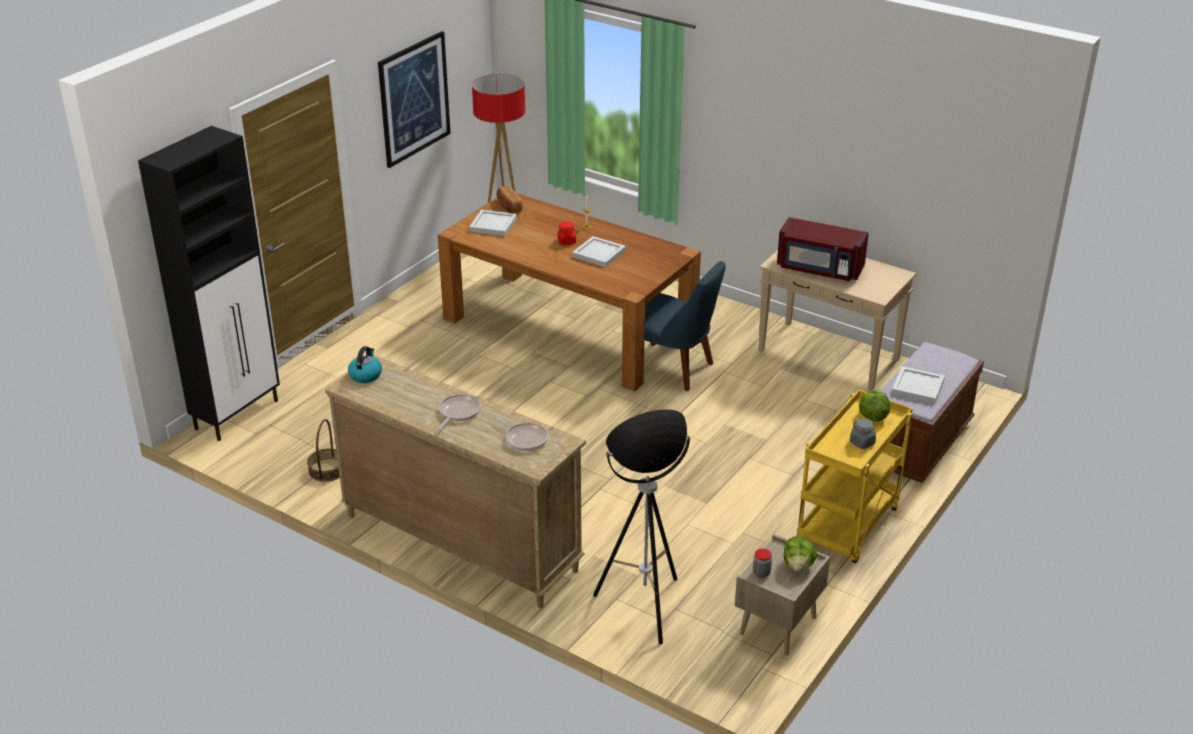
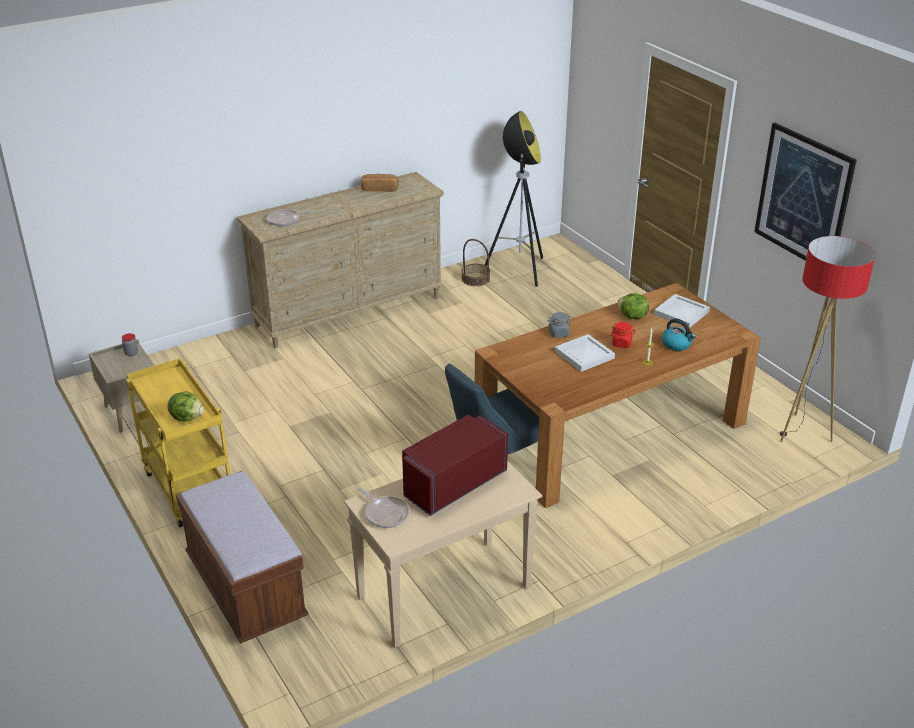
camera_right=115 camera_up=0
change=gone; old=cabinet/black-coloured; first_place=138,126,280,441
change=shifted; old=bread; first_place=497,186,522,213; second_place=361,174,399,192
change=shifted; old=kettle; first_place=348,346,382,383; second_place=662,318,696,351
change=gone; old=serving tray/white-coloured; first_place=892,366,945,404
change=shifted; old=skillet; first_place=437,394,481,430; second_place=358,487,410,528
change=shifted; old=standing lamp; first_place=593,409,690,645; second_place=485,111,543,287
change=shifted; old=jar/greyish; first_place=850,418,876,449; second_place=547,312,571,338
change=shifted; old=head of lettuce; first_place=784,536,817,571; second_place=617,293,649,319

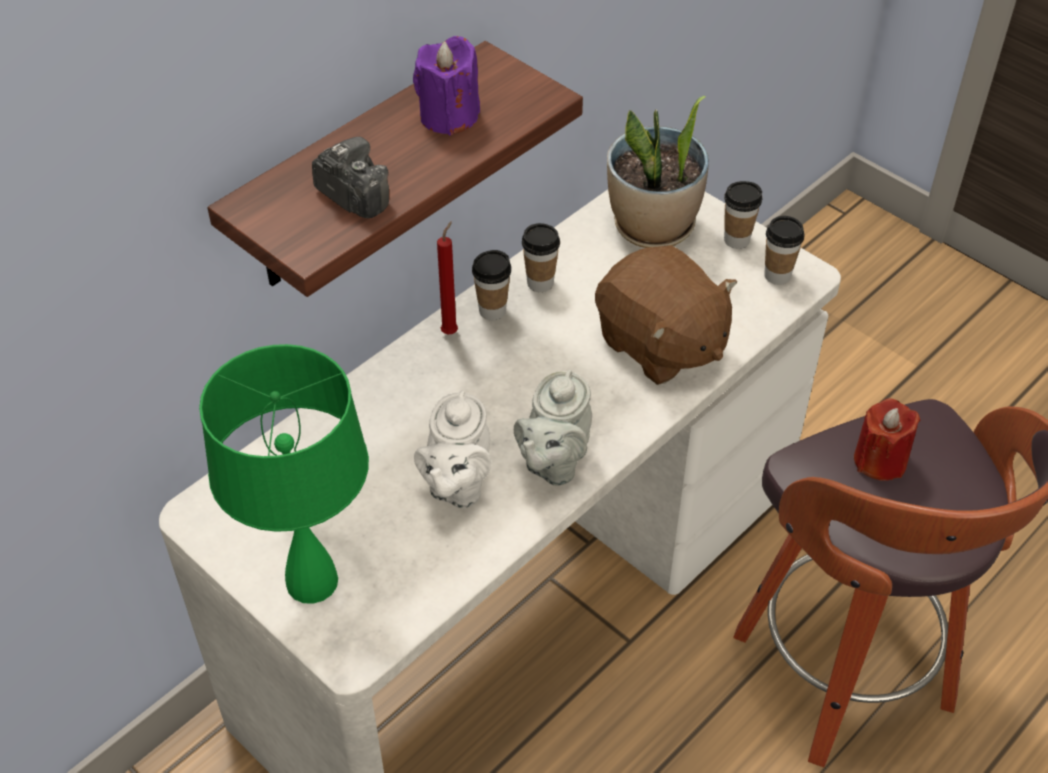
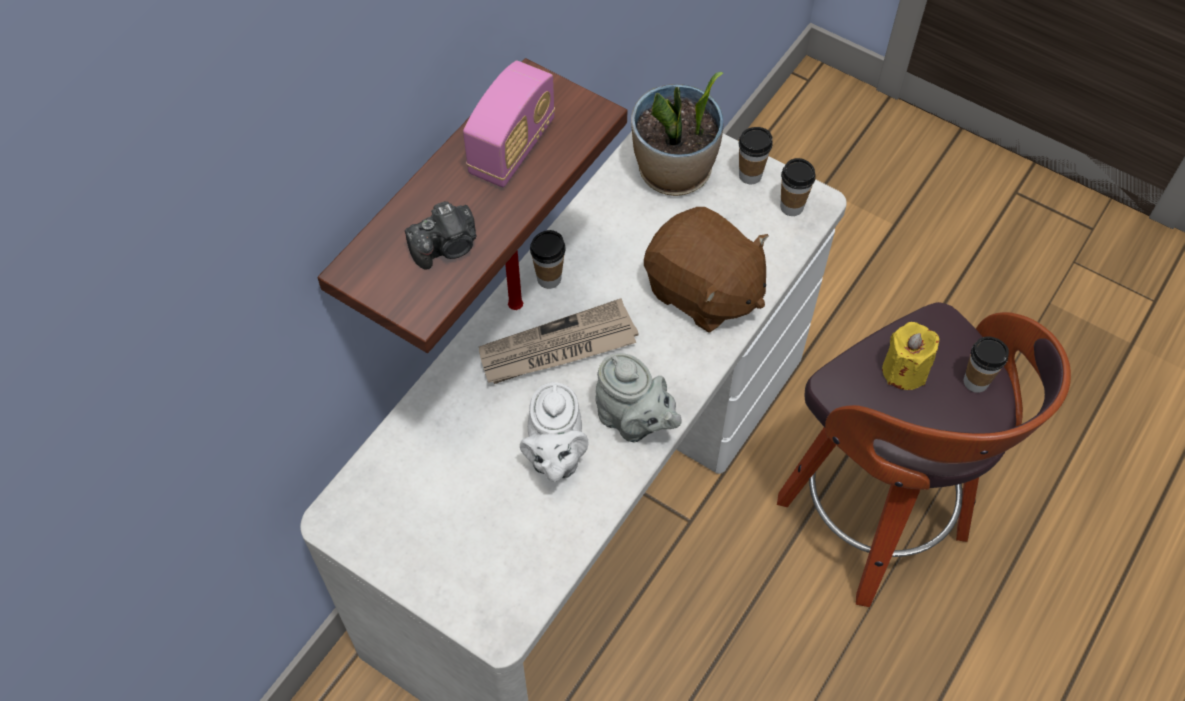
camera_right=-10 camera_up=10
change=swapped; old=wax light/purple-coloured; new=radio; first_place=413,36,480,135; second_place=463,61,555,187
change=rotated; old=still camera; first_place=312,137,389,218; second_place=405,201,477,270; degrees=120
change=shifted; old=cup; first_place=522,223,560,292; second_place=964,336,1009,393
change=gone; old=tabletop lamp/green-coloured; first_place=199,344,369,604
change=rotated; old=pot for tea/greyish; first_place=514,370,592,486; second_place=595,353,682,442; degrees=-60
change=repainted; old=wax light/reddish; new=wax light/yellow; first_place=854,398,920,481; second_place=882,322,939,390
change=new; new=newspaper; second_place=479,298,639,384

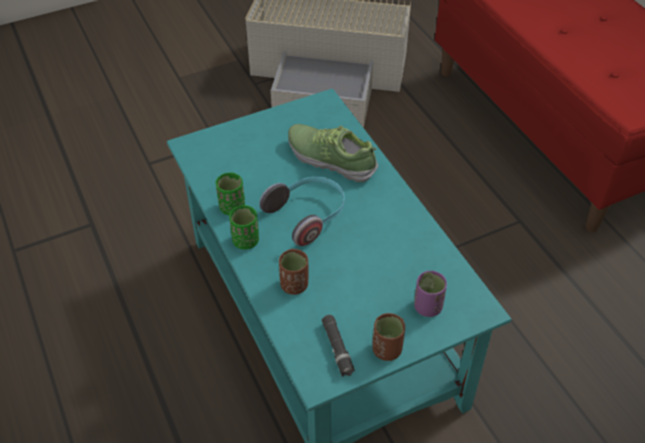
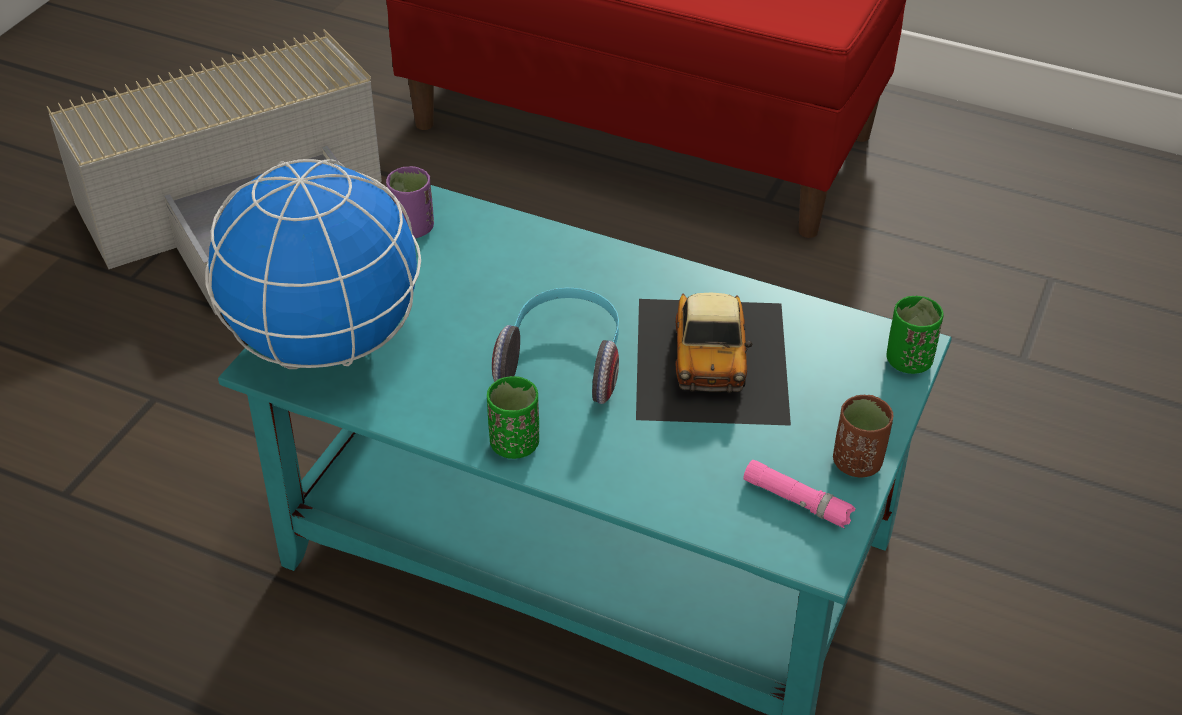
camera_right=-40 camera_up=-5
change=gone; old=shoe; first_place=288,124,378,182
change=shifted; old=cup/green-coloured; first_place=216,172,245,215; second_place=886,296,944,374
change=gone; old=cup/brown; first_place=279,249,308,295
change=shifted; old=cup/purple-coloured; first_place=414,271,447,317; second_place=386,166,434,238
change=repainted; old=flashlight/black-coloured; new=flashlight/pink; first_place=322,315,355,377; second_place=743,460,855,529
change=new; new=desk globe; second_place=205,159,421,369
change=new; new=model car; second_place=636,292,791,426

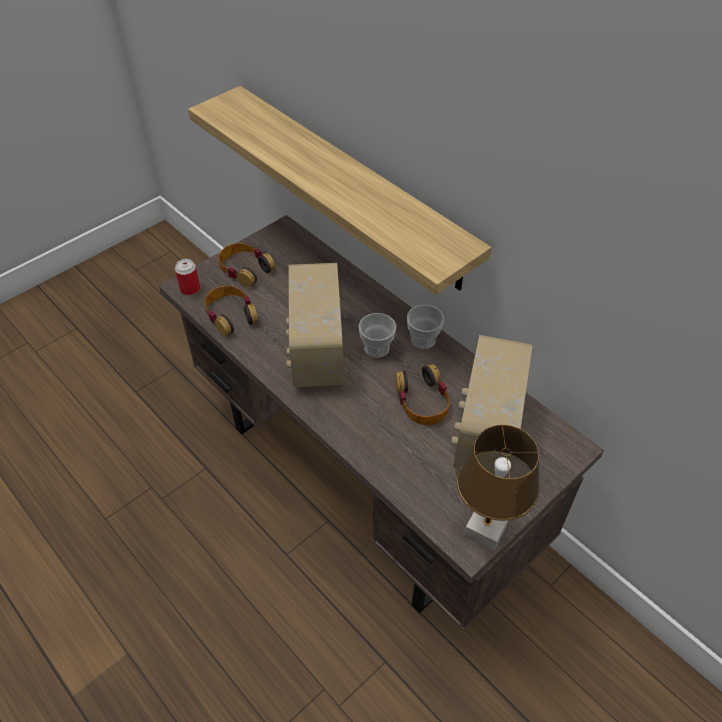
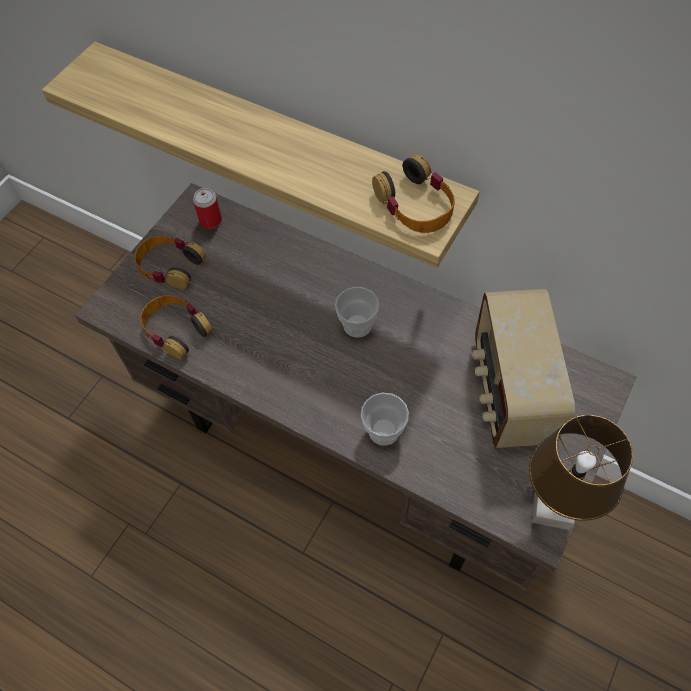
camera_right=-15 camera_up=10
change=shifted; old=metal can; first_place=175,259,200,295; second_place=193,188,222,228
change=gone; old=radio; first_place=286,263,344,387
change=shifted; old=cup; first_place=407,305,444,349; second_place=361,393,409,446
change=shifted; old=headphones; first_place=395,364,450,425; second_place=372,154,455,233

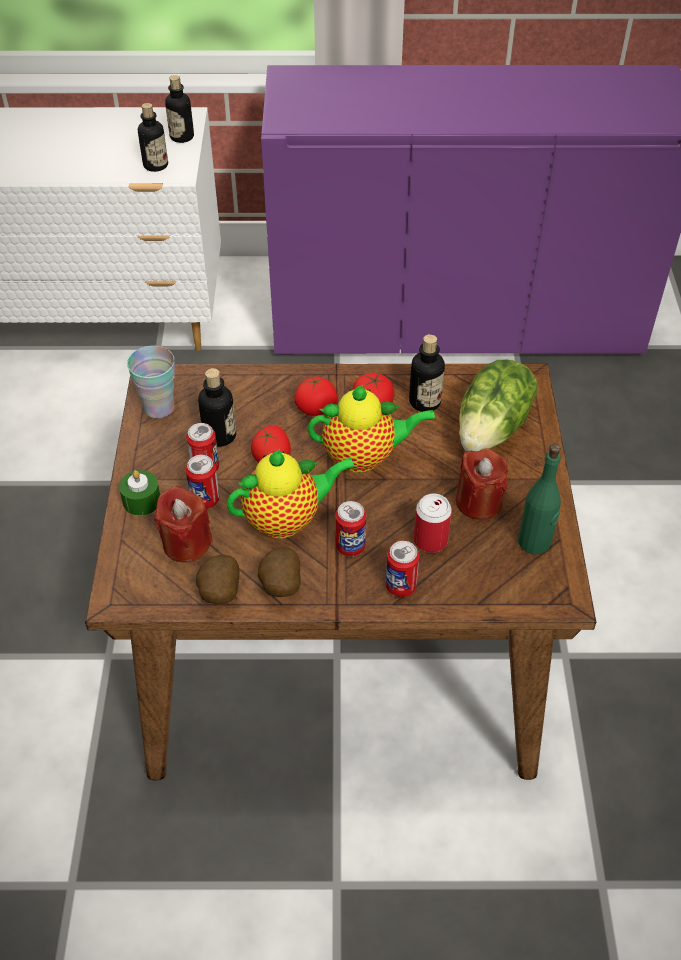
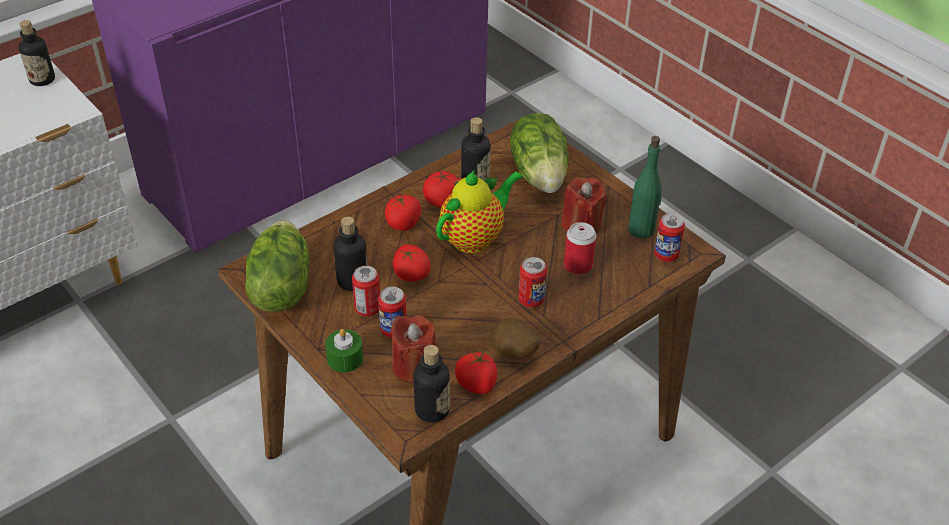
camera_right=-40 camera_up=-5
change=shifted; old=beverage bottle; first_place=138,103,168,172; second_place=413,345,450,423
change=swapped; old=cup; new=head of lettuce; first_place=127,346,175,418; second_place=245,220,310,312
change=gone; old=pot for tea; first_place=227,449,355,538
change=shifted; old=metal can; first_place=386,541,419,597; second_place=654,213,685,262
change=swapped; old=whole potato; new=fresh tomato; first_place=196,554,239,604; second_place=455,350,497,394

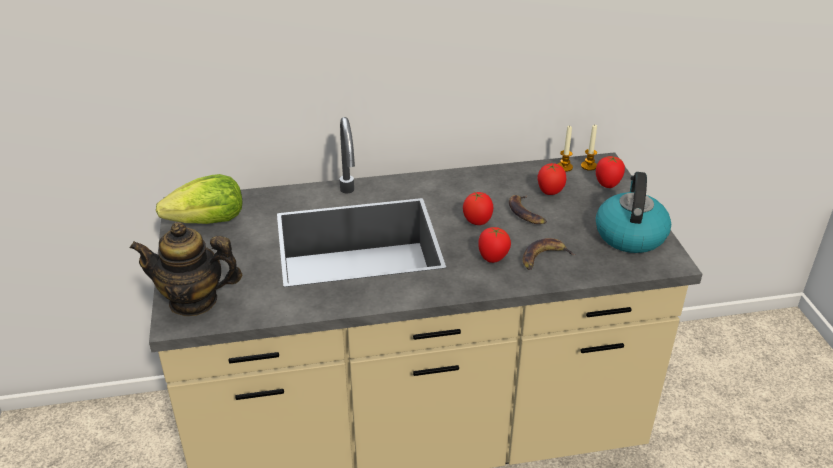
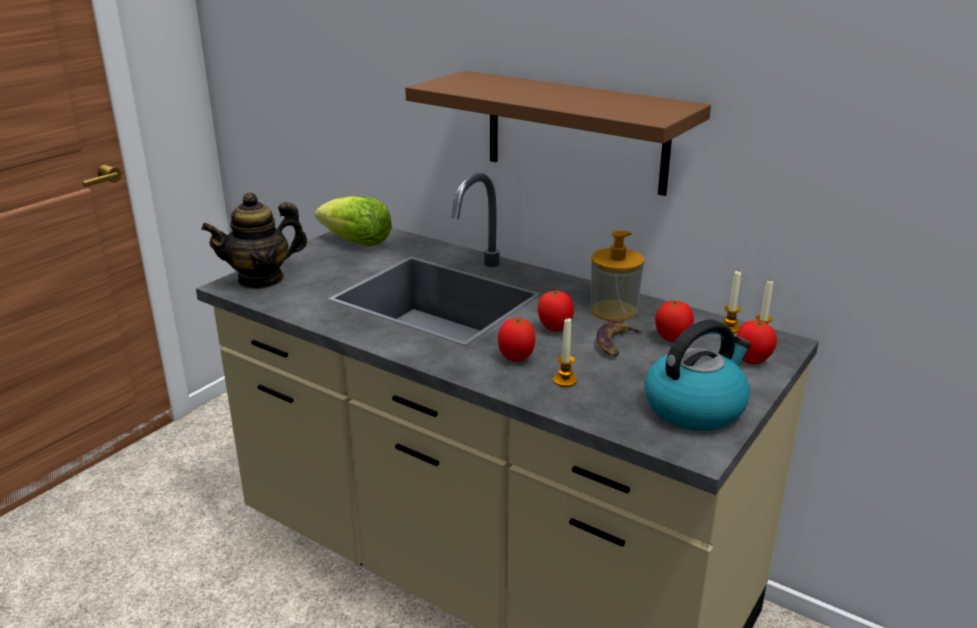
camera_right=45 camera_up=-10
change=rotated; old=pot for tea; first_place=130,222,242,316; second_place=201,192,307,289; degrees=-75
change=swapped; old=whole banana; new=wax light; first_place=523,238,576,270; second_place=553,318,577,387
change=new; new=bracket shelf/brown; second_place=405,71,711,196
change=new; new=soap bottle; second_place=591,231,644,321

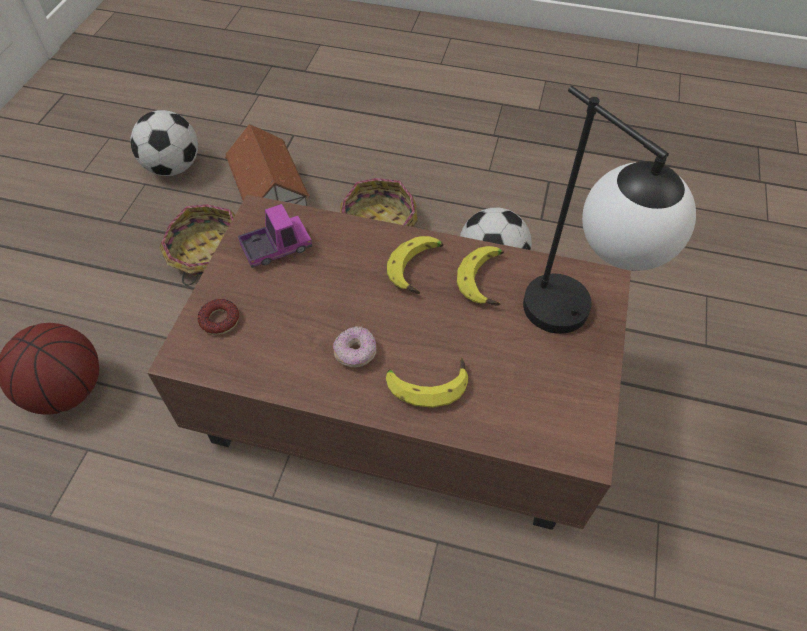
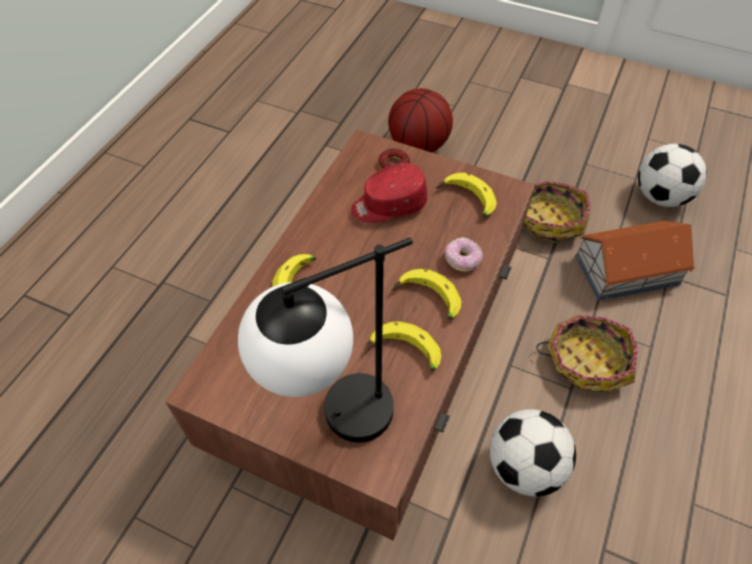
camera_right=100 camera_up=0
change=swapped; old=toy lorry; new=whole banana; first_place=238,204,312,268; second_place=436,173,497,217
change=shifted; old=donut; first_place=333,326,377,368; second_place=445,237,483,272
change=new; new=peaked cap/reddish; second_place=351,163,427,223

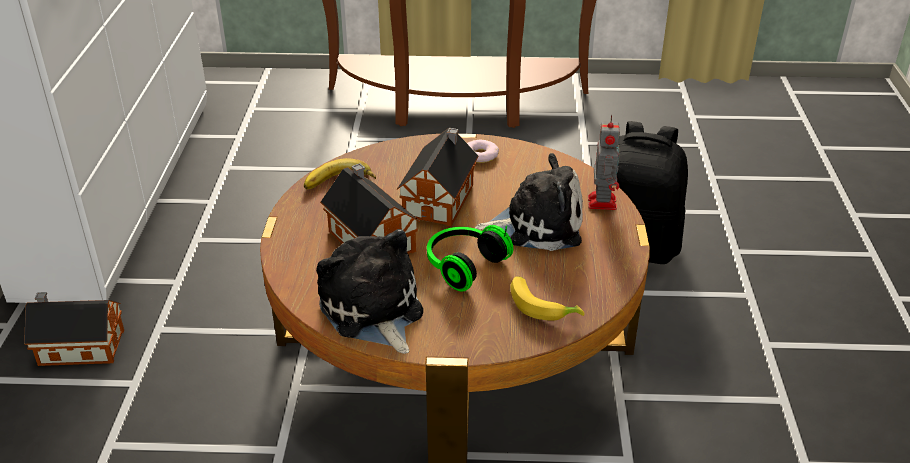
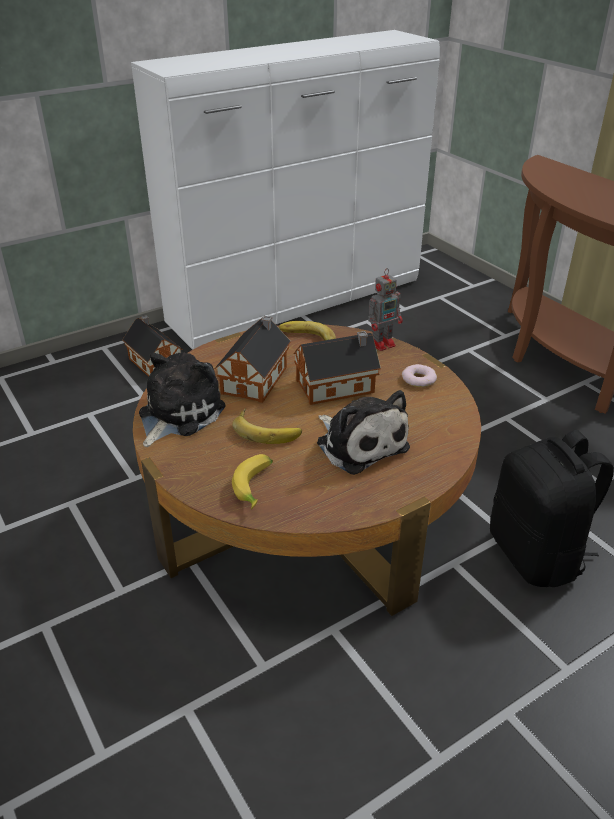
camera_right=55 camera_up=0
change=shifted; old=toy robot; first_place=588,115,620,210; second_place=368,268,403,351
change=swapped; old=headphones; new=whole banana; first_place=427,225,513,291; second_place=232,408,302,444

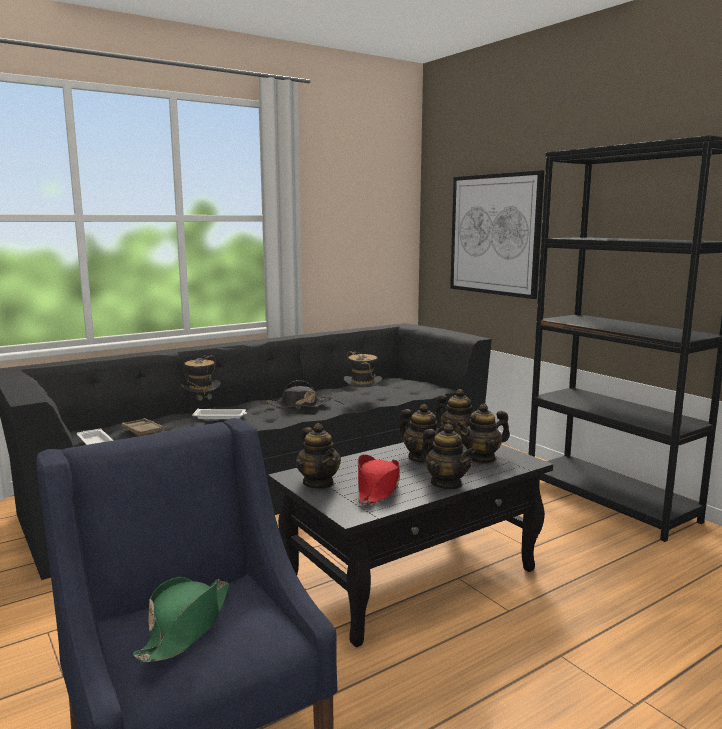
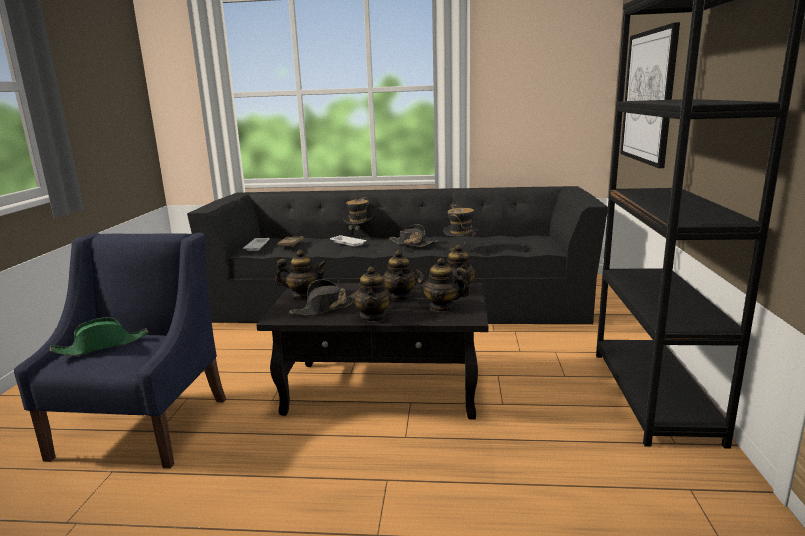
camera_right=40 camera_up=5
change=rotated; old=pot for tea; first_place=296,423,341,489; second_place=275,250,327,299; degrees=-105
change=repainted; old=hat/reddish; new=hat/black-coloured; first_place=358,454,400,504; second_place=289,280,356,315

